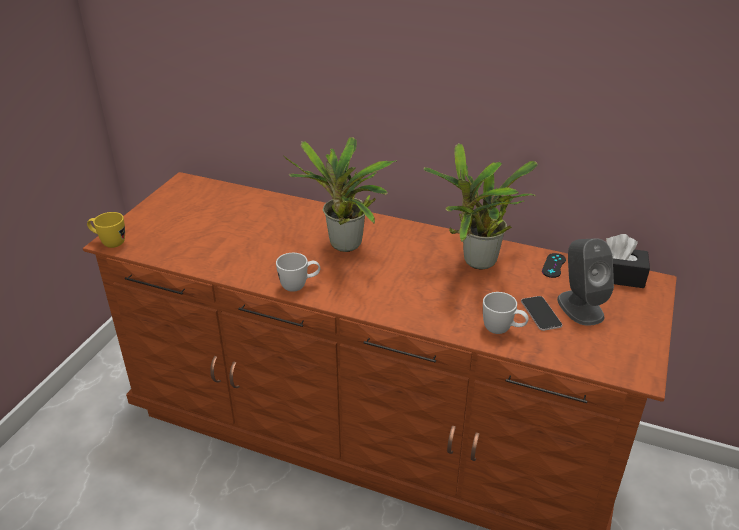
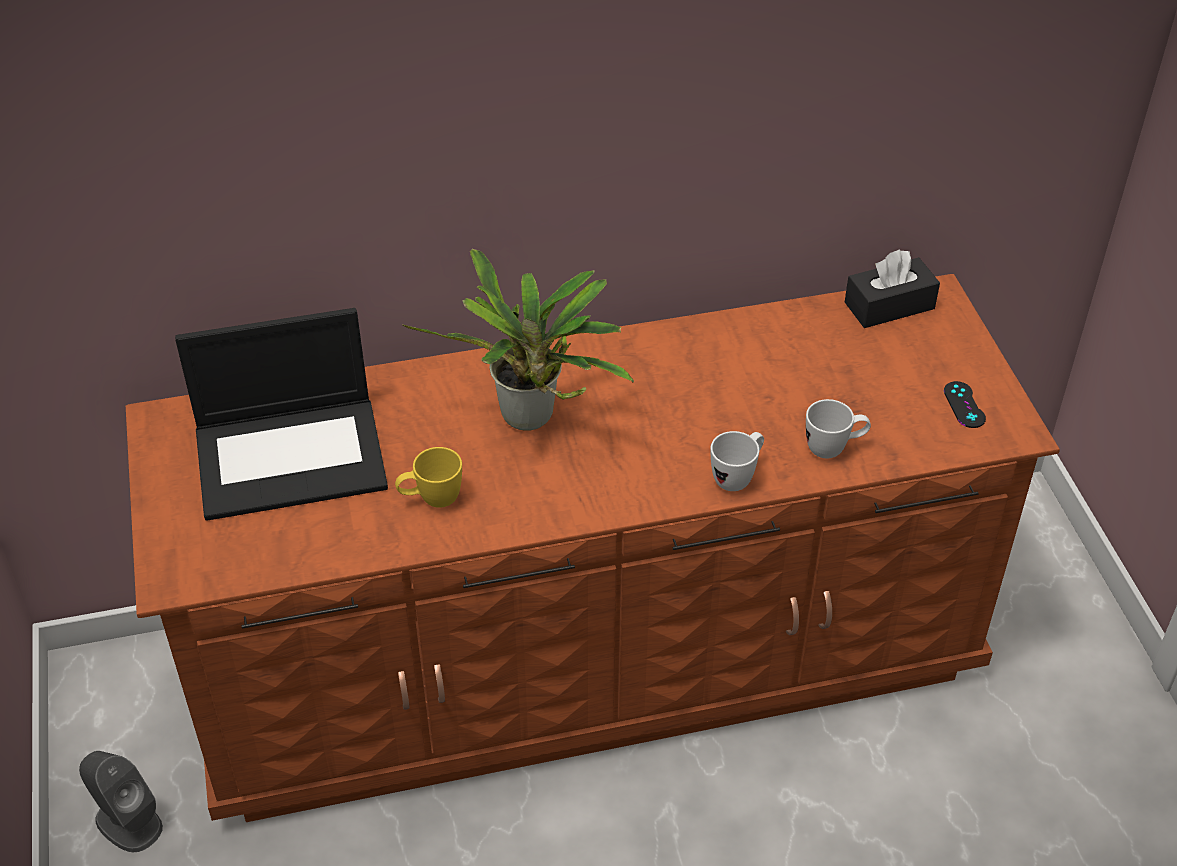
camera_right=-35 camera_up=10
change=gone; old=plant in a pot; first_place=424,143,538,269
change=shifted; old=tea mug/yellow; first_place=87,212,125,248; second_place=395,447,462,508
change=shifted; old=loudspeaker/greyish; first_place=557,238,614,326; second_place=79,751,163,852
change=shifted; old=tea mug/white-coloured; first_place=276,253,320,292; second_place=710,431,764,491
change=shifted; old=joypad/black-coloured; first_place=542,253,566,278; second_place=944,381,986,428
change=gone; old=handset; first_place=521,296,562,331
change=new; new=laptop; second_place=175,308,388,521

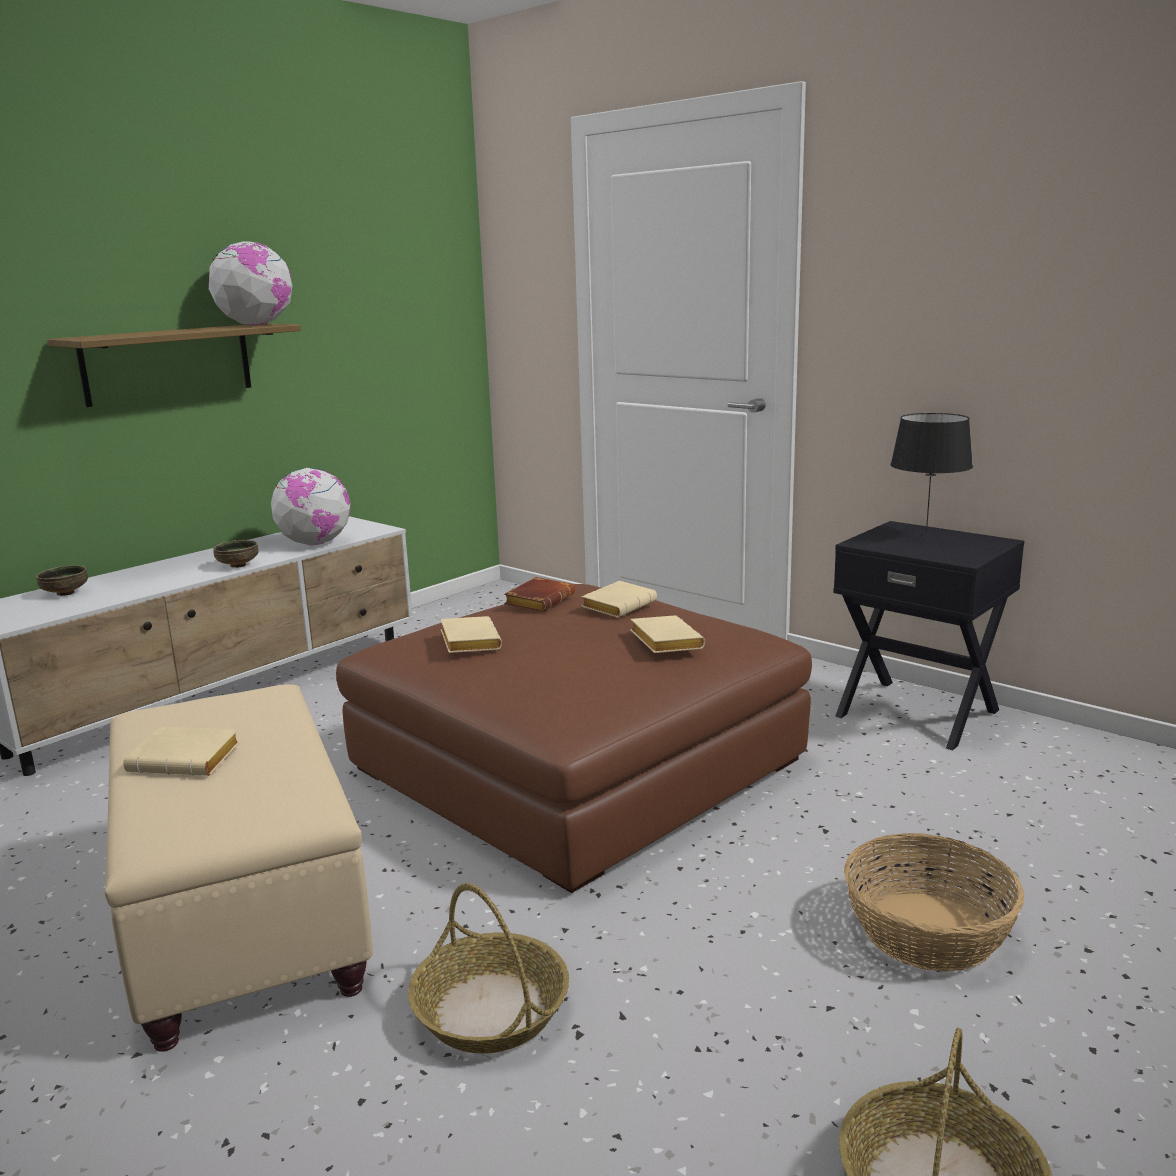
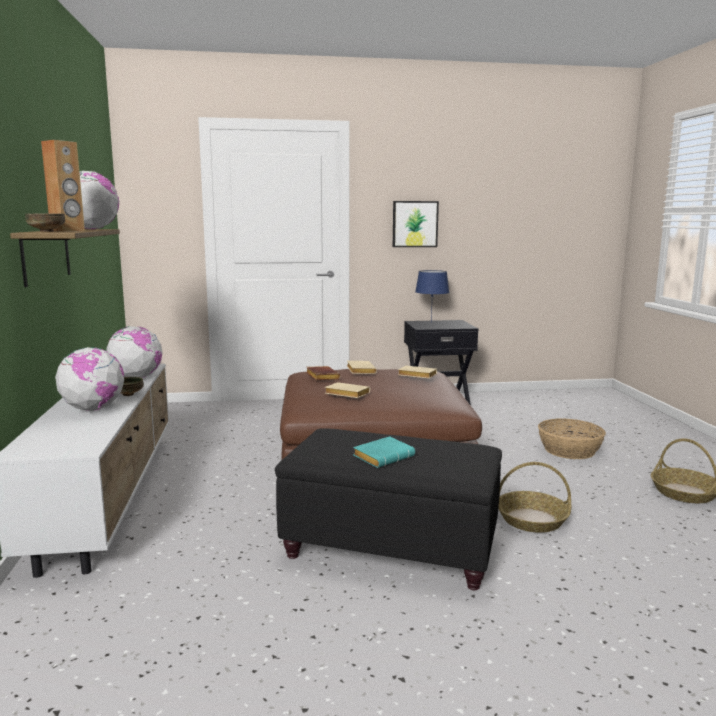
camera_right=-50 camera_up=-5
change=repainted; old=tabletop lamp/black-coloured; new=tabletop lamp/blue; first_place=890,413,973,535; second_place=415,270,449,323
change=shifted; old=bowl; first_place=36,565,88,596; second_place=25,213,65,232
change=repainted; old=pouffe/beige-coloured; new=pouffe/black-coloured; first_place=105,684,373,1052; second_place=275,428,502,590
change=repainted; old=volume/beige-coloured; new=volume/turquoise; first_place=123,727,240,776; second_place=353,436,415,468
change=new; new=loudspeaker/brown; second_place=41,140,85,231
change=new; new=wall picture; second_place=393,201,439,247
change=new; new=desk globe; second_place=55,347,124,411

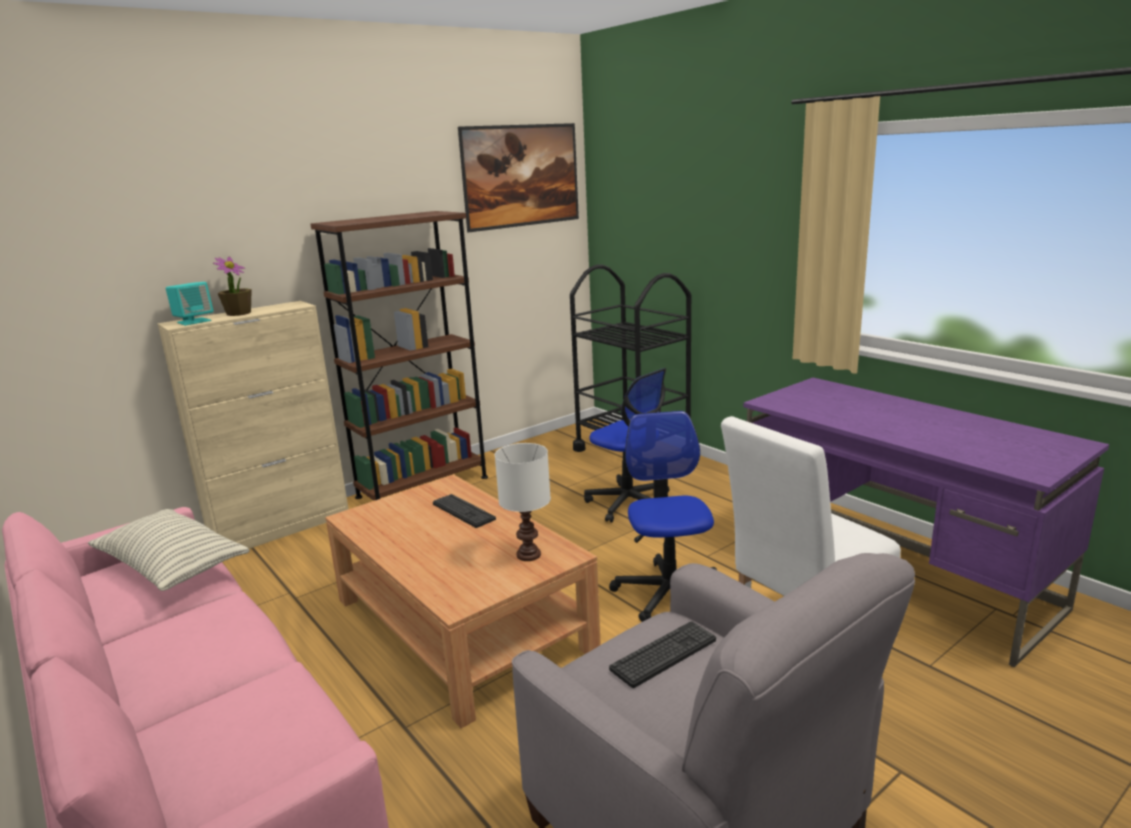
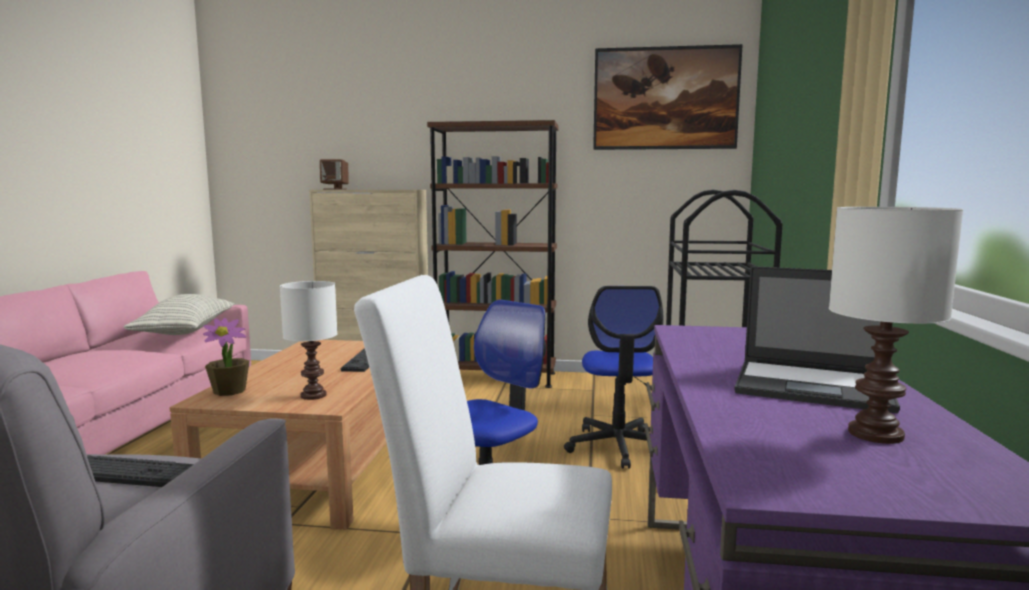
camera_right=45 camera_up=-10
change=shifted; old=plant in a pot; first_place=213,257,252,316; second_place=203,318,250,396
change=repainted; old=loudspeaker/turquoise; new=loudspeaker/brown; first_place=166,282,213,326; second_place=320,159,349,189
change=new; new=tabletop lamp/white-coloured; second_place=829,207,964,444
change=new; new=laptop; second_place=734,266,900,413

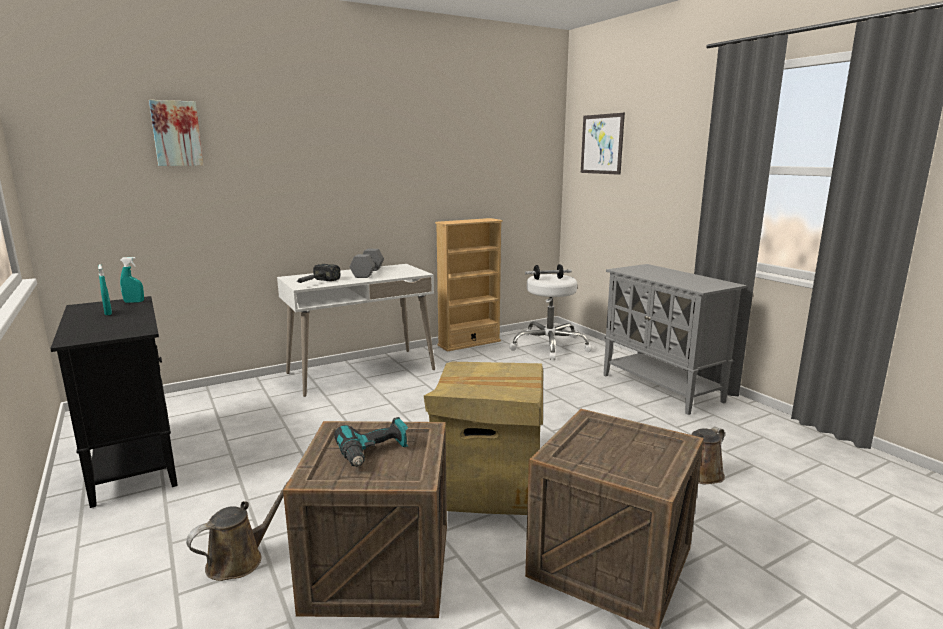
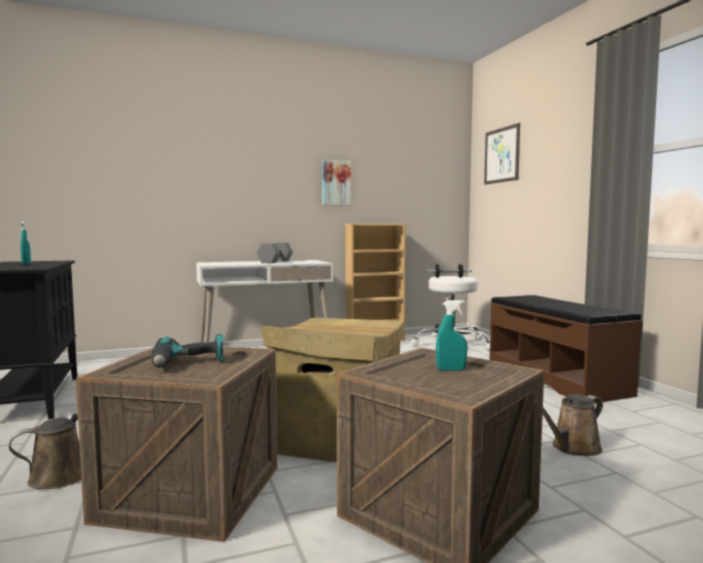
camera_right=10 camera_up=-10
change=shifted; old=wall picture; first_place=149,100,203,166; second_place=322,160,351,206
change=shifted; old=spray bottle/turquoise; first_place=120,257,144,303; second_place=436,300,468,371
change=gone; old=tool hammer; first_place=296,264,341,283
change=swapped; old=cabinet/greyish; new=indoor bench/brown; first_place=603,264,747,415; second_place=490,295,642,403

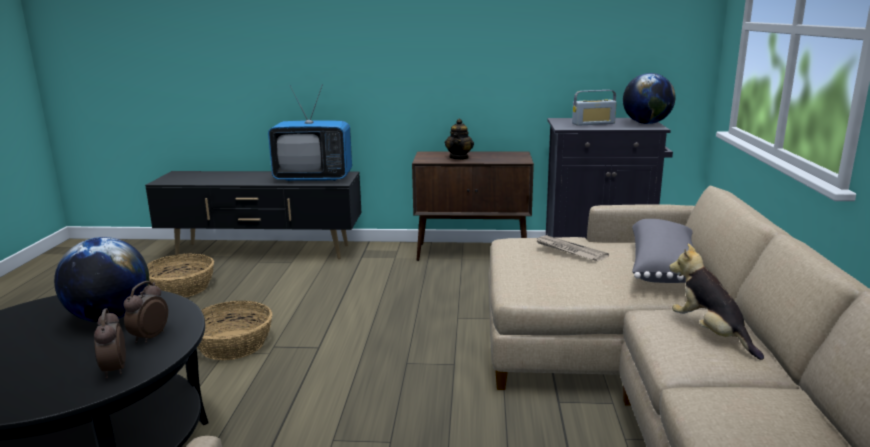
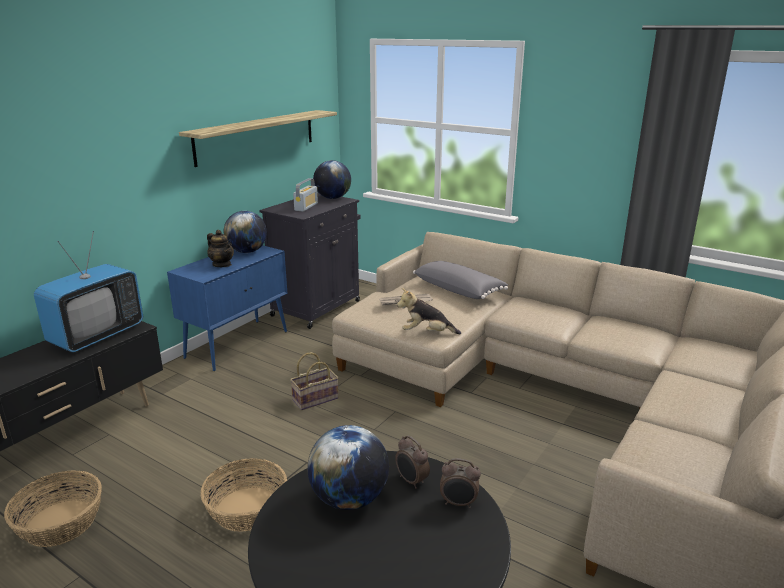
camera_right=-60 camera_up=5
change=repainted; old=cabinet/brown; new=cabinet/blue; first_place=412,151,534,261; second_place=167,245,287,371
change=shifted; old=plush toy; first_place=669,243,764,360; second_place=397,288,461,334
change=new; new=bracket shelf; second_place=179,110,337,167
change=new; new=desk globe; second_place=224,211,267,253
change=new; new=storage basket; second_place=290,352,339,410

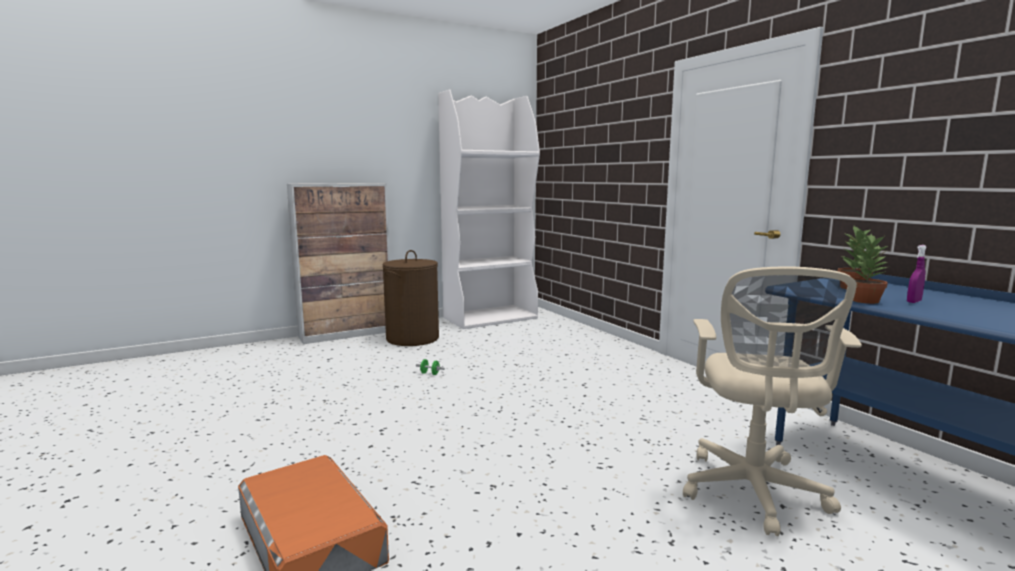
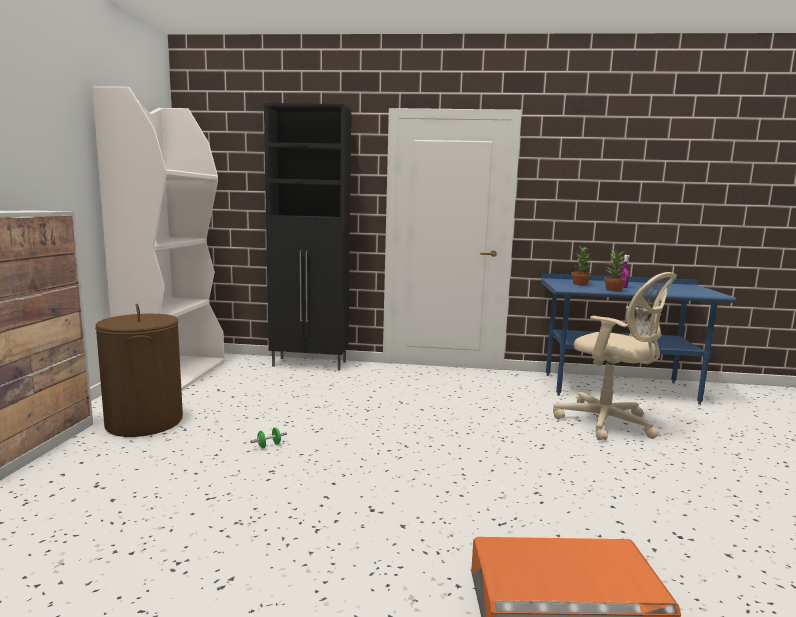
camera_right=-55 camera_up=0
change=new; new=cabinet/black-coloured; second_place=264,103,351,371

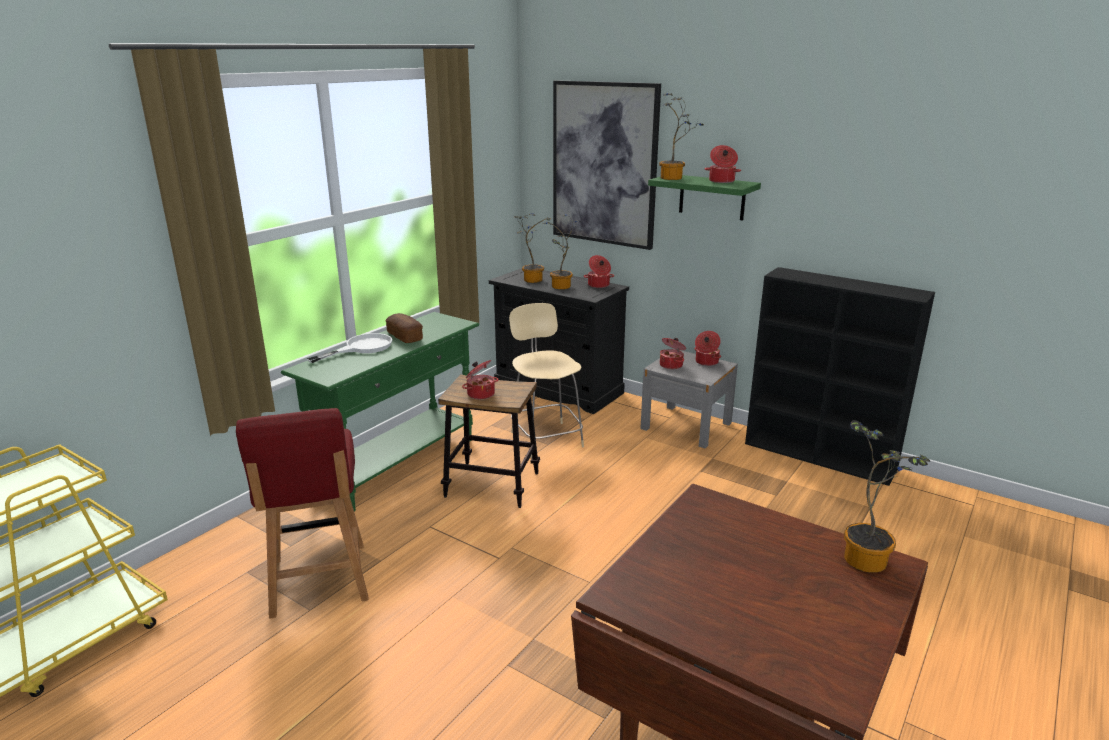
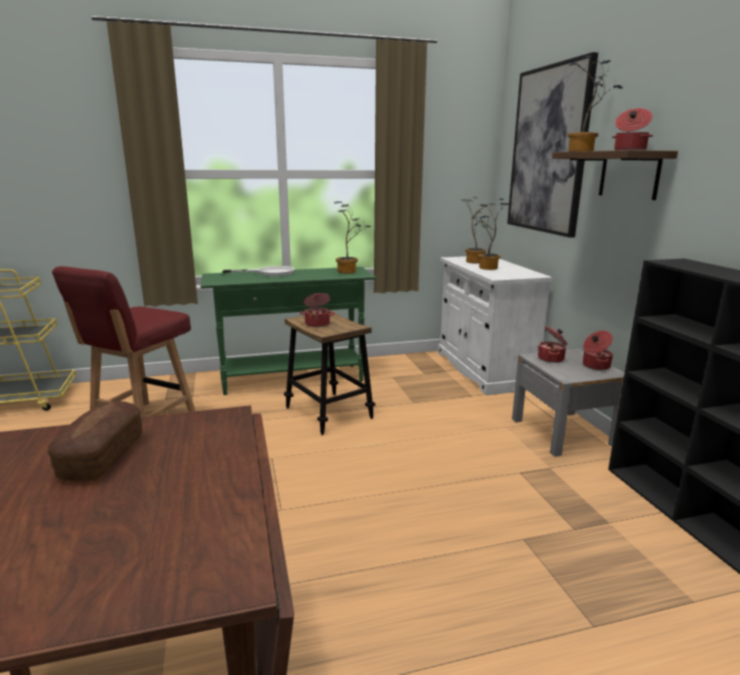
camera_right=40 camera_up=-5
change=repainted; old=bracket shelf/green-coloured; new=bracket shelf/brown; first_place=648,175,761,220; second_place=552,150,678,200
change=gone; old=cooking pot; first_place=584,255,614,288
change=repainted; old=cabinet/black-coloured; new=cabinet/white-coloured; first_place=489,268,629,414; second_place=438,256,553,395
change=gone; old=stool/beige-coloured; first_place=509,303,584,458
change=shifted; old=bread; first_place=386,313,423,343; second_place=48,401,142,481
change=shifted; old=plant in a pot; first_place=844,420,930,573; second_place=334,201,372,274

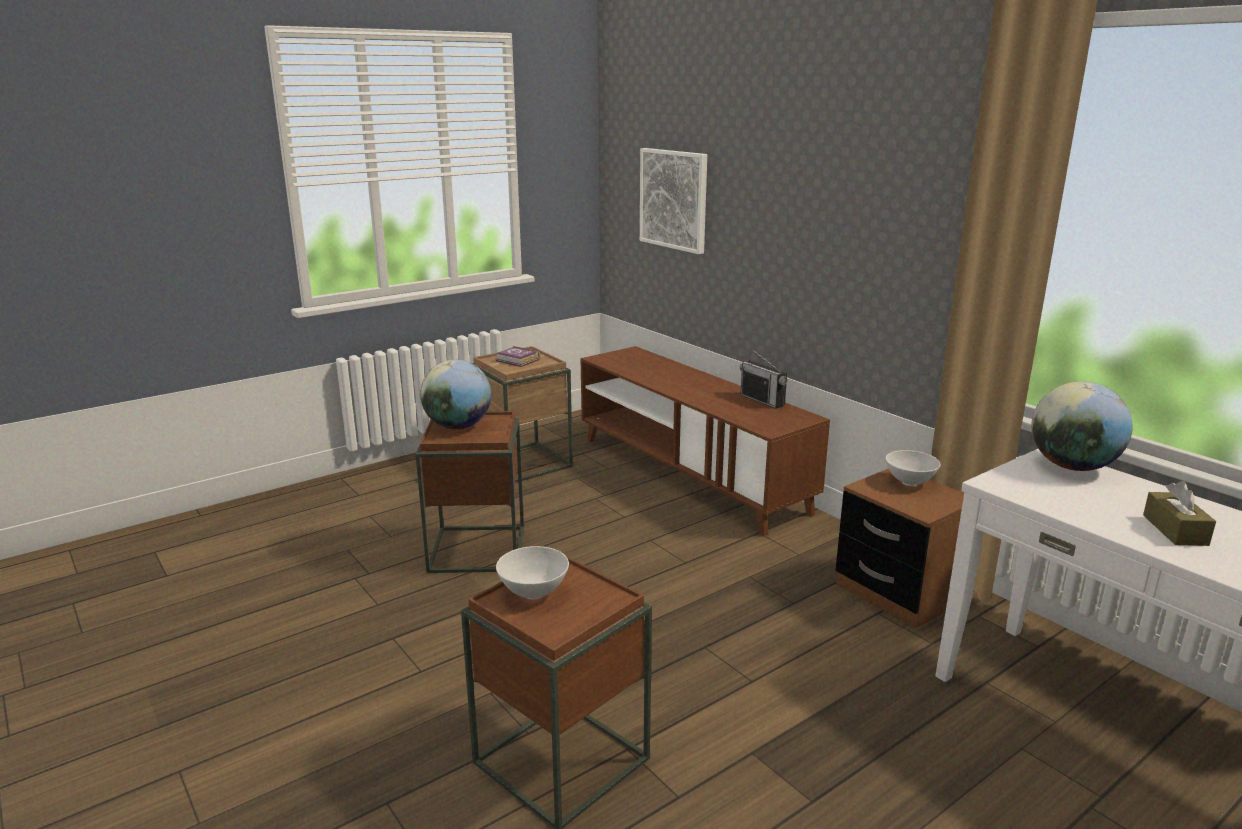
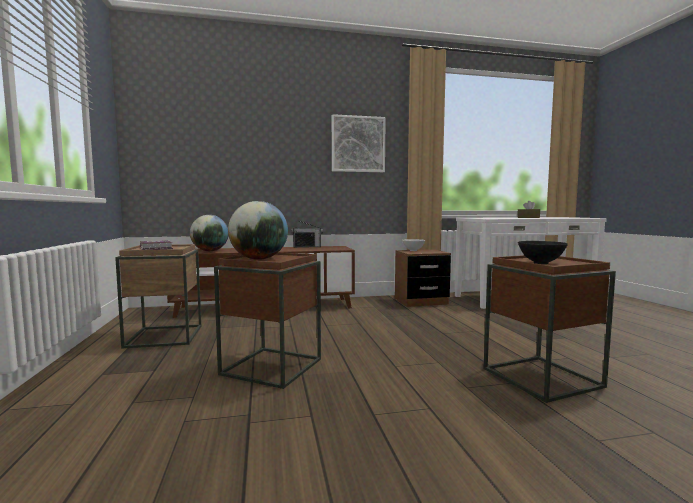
camera_right=-65 camera_up=-15
change=shifted; old=wall picture; first_place=640,148,707,254; second_place=332,114,386,172
change=shifted; old=desk globe; first_place=1031,381,1132,471; second_place=190,215,229,251
change=repainted; old=bowl/white-coloured; new=bowl/black-coloured; first_place=496,546,569,599; second_place=518,241,568,264

